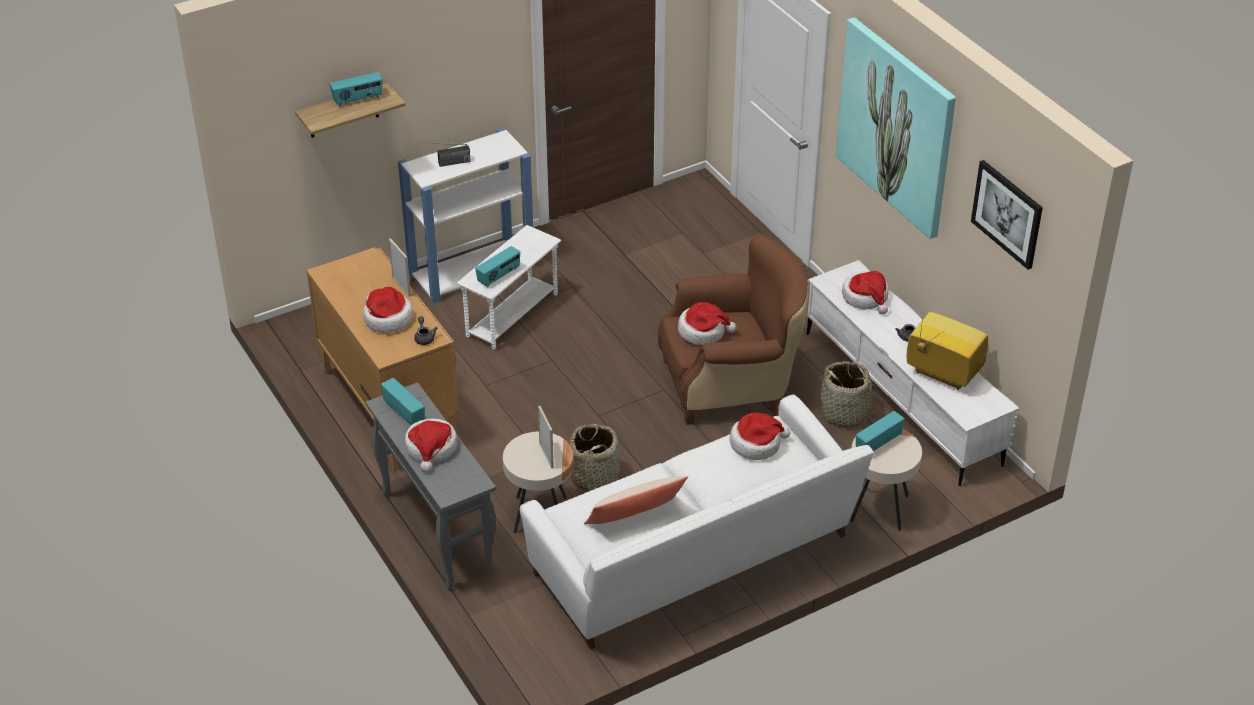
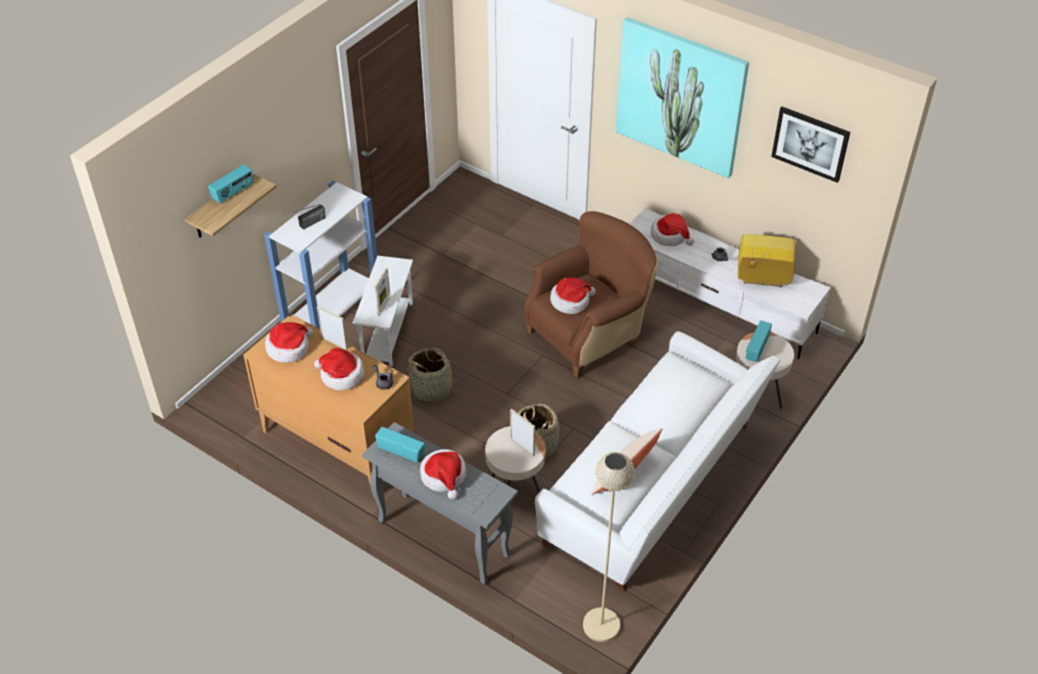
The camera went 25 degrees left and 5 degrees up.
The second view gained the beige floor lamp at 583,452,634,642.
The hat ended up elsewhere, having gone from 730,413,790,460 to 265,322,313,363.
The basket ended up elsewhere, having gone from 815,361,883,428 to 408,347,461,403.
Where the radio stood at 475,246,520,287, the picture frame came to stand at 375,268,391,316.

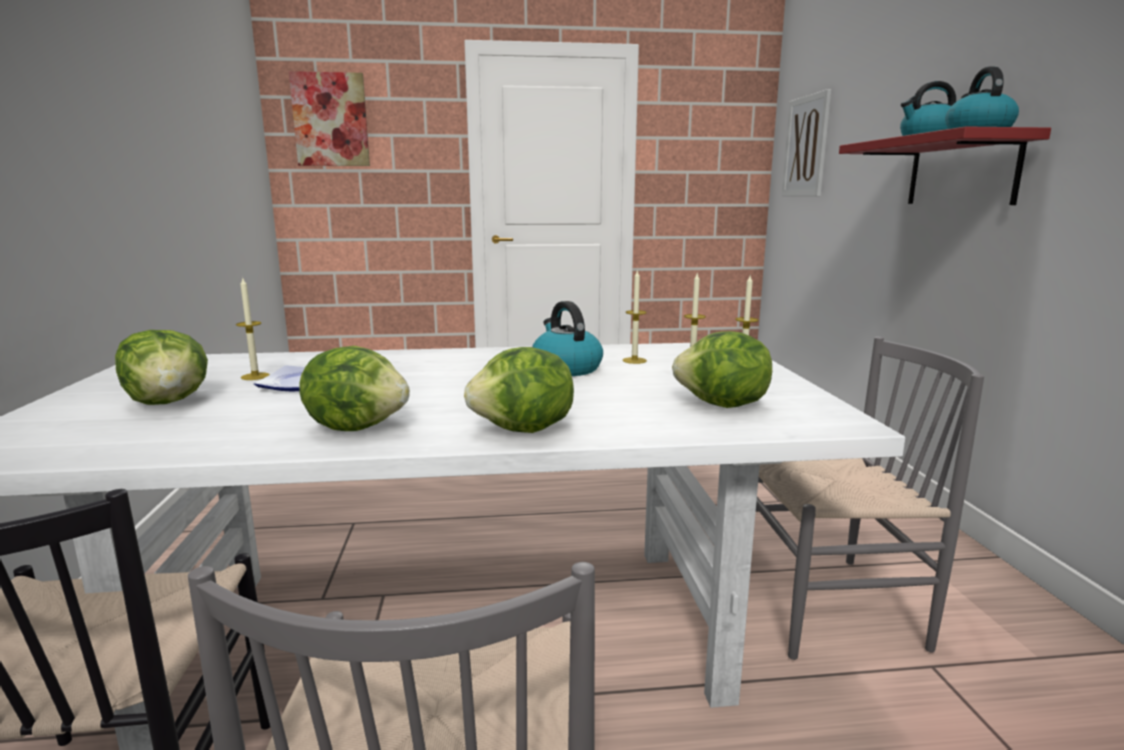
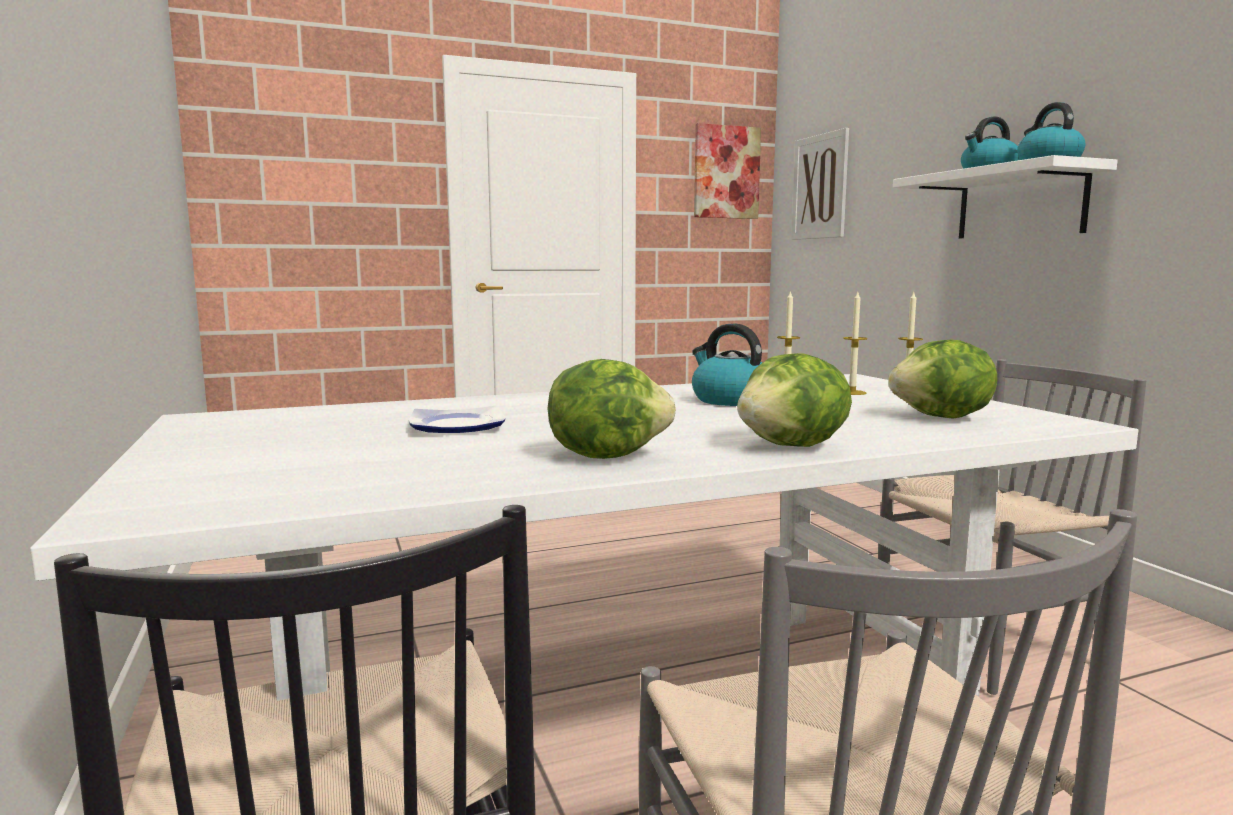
The camera went 15 degrees left and 5 degrees down.
The second view lost the lettuce at 115,330,208,405.
The second view lost the candle at 236,278,270,380.
The picture ended up elsewhere, having gone from 289,71,370,166 to 694,123,761,219.
What was the red shelf at 839,126,1051,205 turned into the white shelf at 893,155,1118,238.

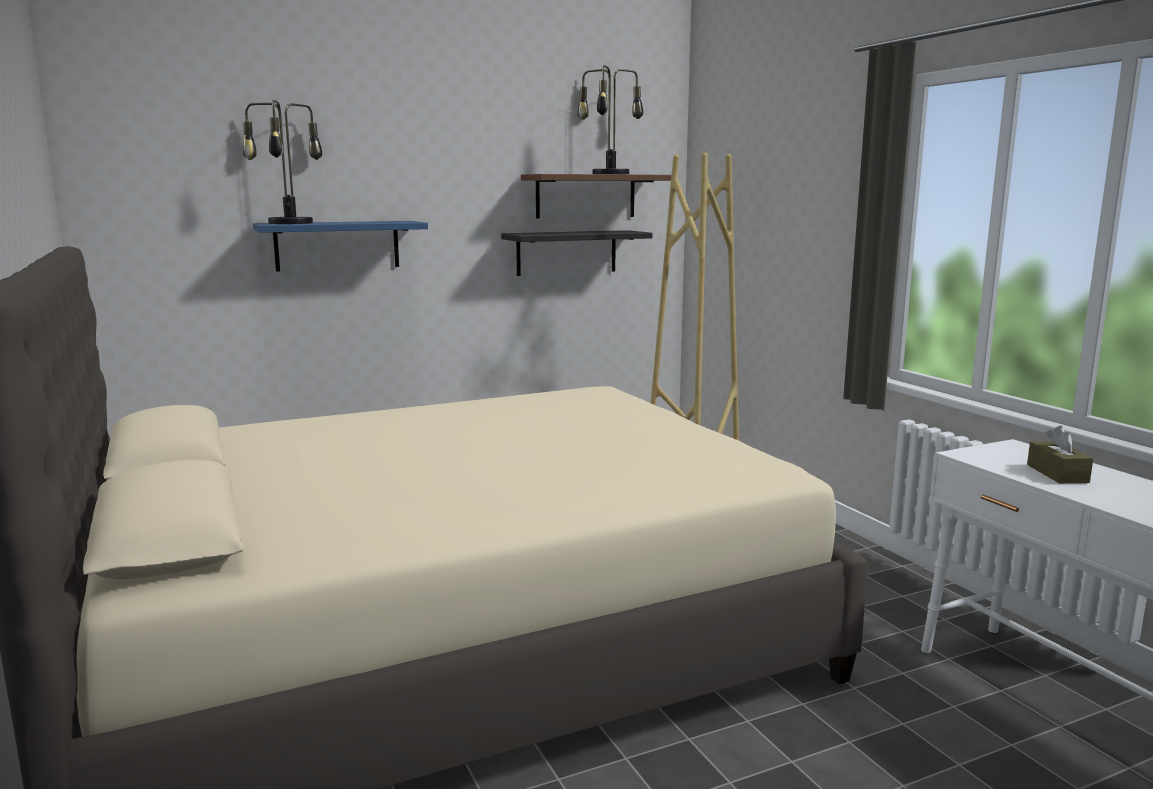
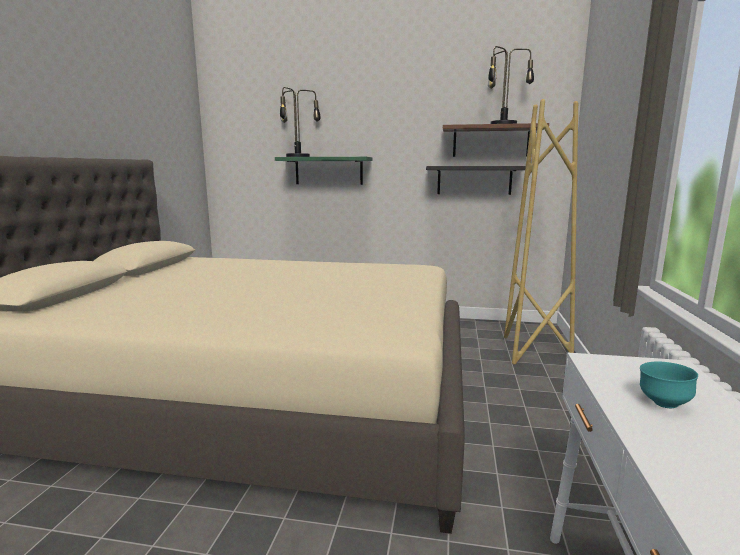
The camera went 35 degrees right and 0 degrees up.
Where the brown tissue box stood at 1027,426,1093,483, the turquoise bowl came to stand at 640,362,698,408.
What was the blue shelf at 253,221,428,272 turned into the green shelf at 275,157,372,185.

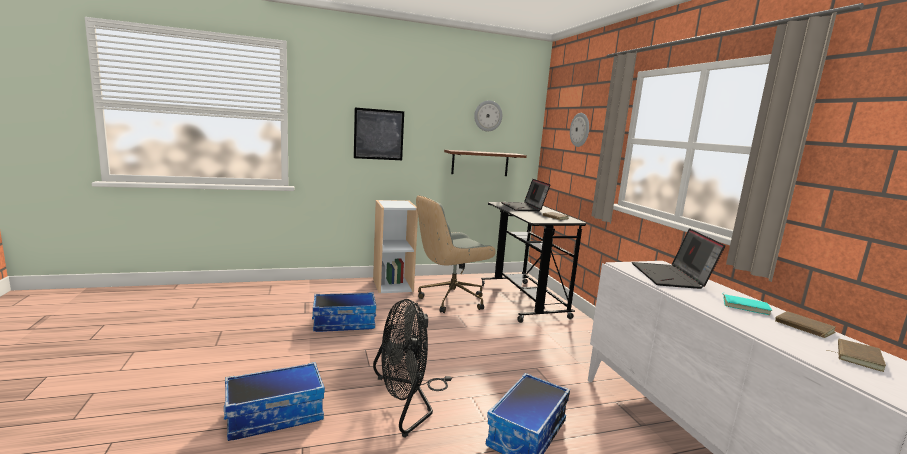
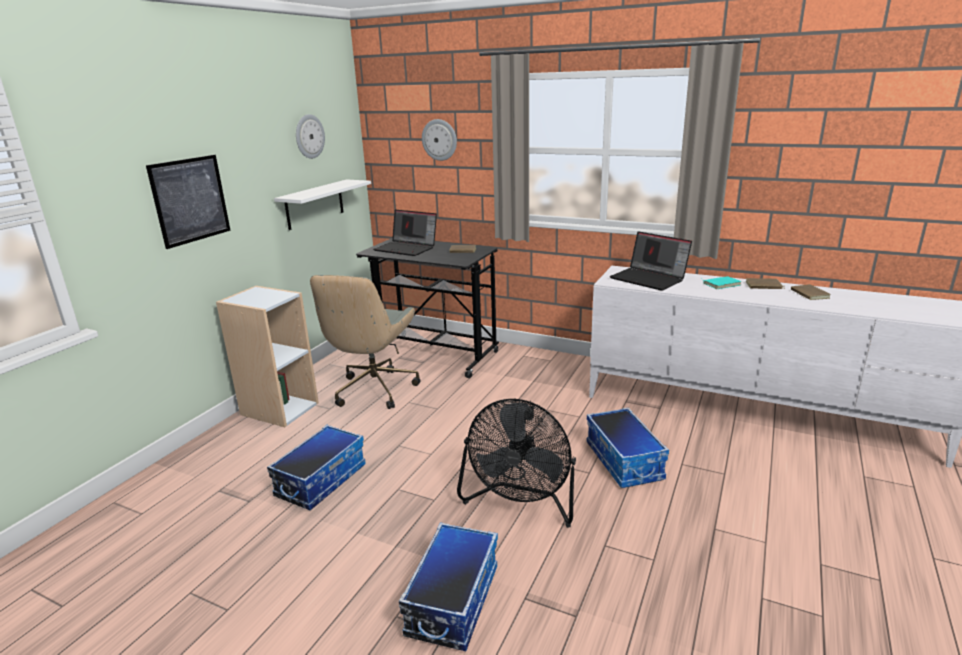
The camera went 45 degrees left and 10 degrees up.
What was the brown shelf at 444,150,527,176 turned into the white shelf at 274,179,371,230.

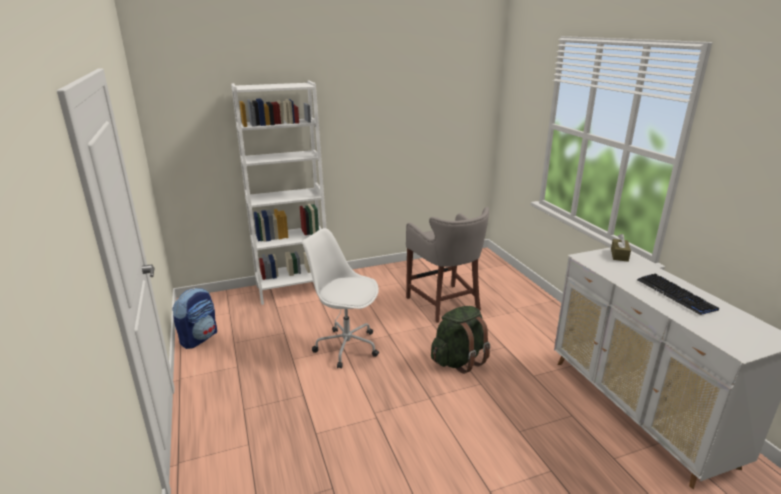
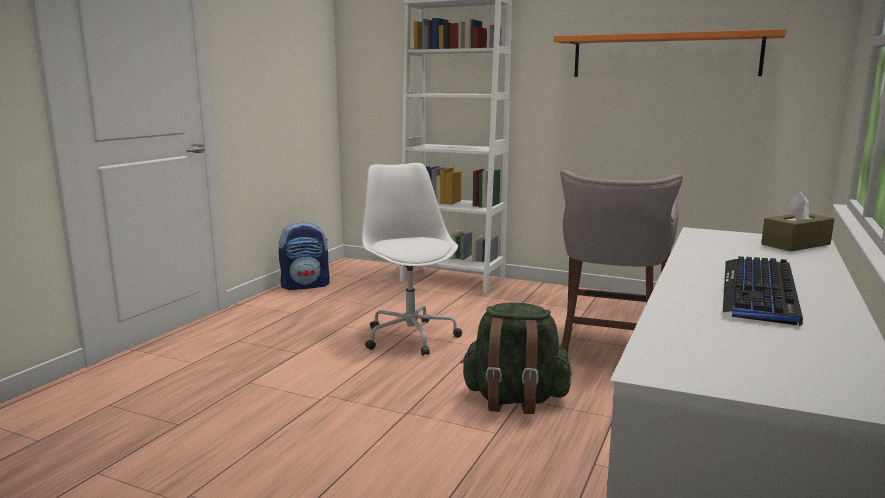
The camera went 45 degrees right and 10 degrees down.
The second view gained the orange shelf at 554,29,787,77.

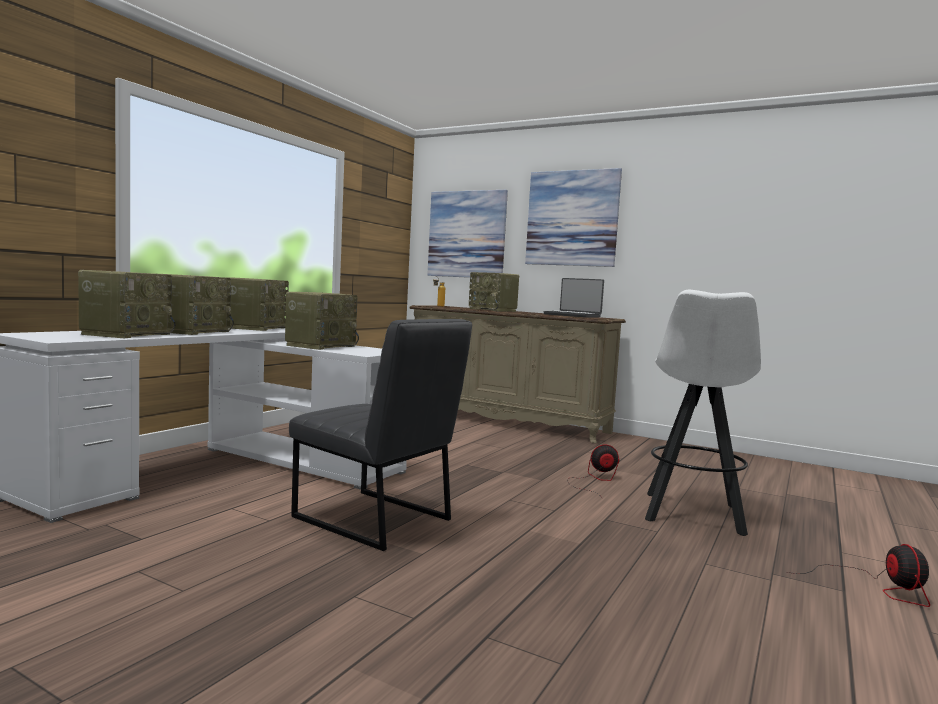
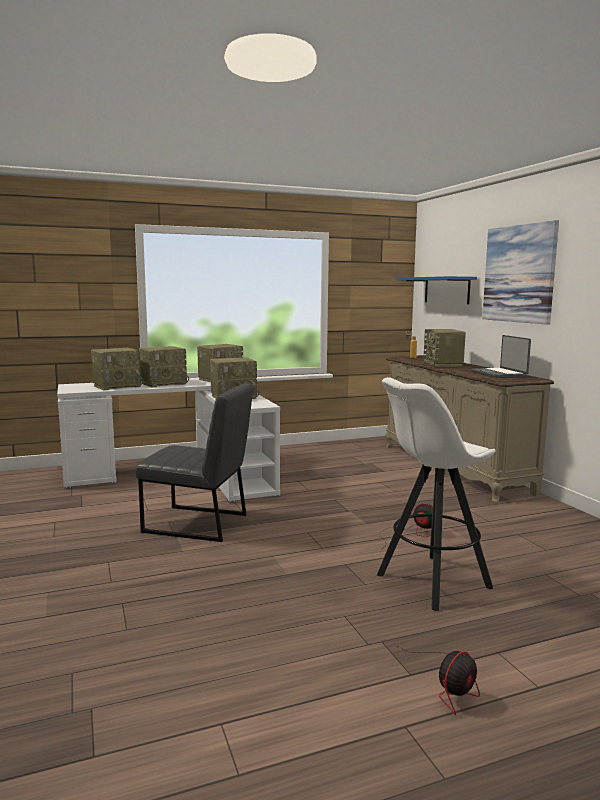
The camera went 40 degrees right and 5 degrees up.
Where the picture hung at 427,190,508,278, the blue shelf came to hang at 397,276,477,304.
The grey chair at 289,319,472,551 ended up facing another way, 60 degrees counterclockwise from before.

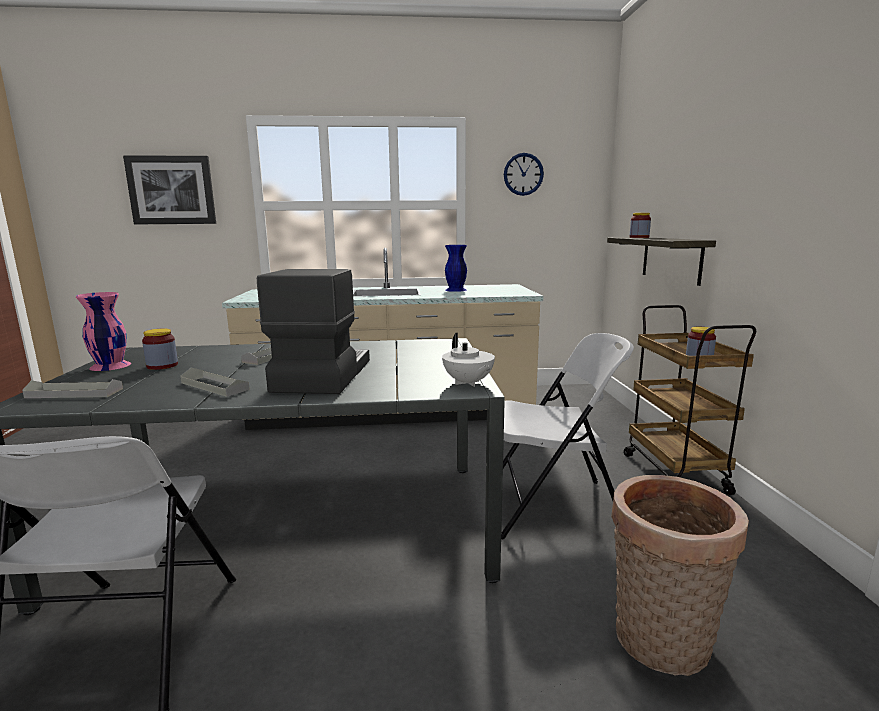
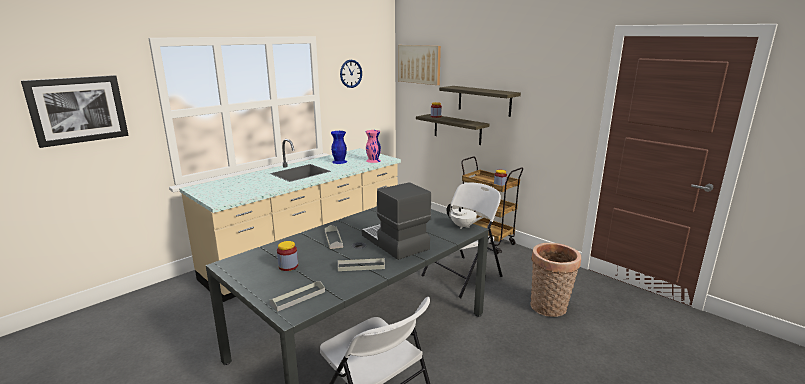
The camera went 40 degrees left and 5 degrees up.
The second view gained the picture at 398,45,441,85.
The second view gained the shelf at 439,86,521,117.
The pink vase ended up elsewhere, having gone from 76,292,131,371 to 366,130,381,163.

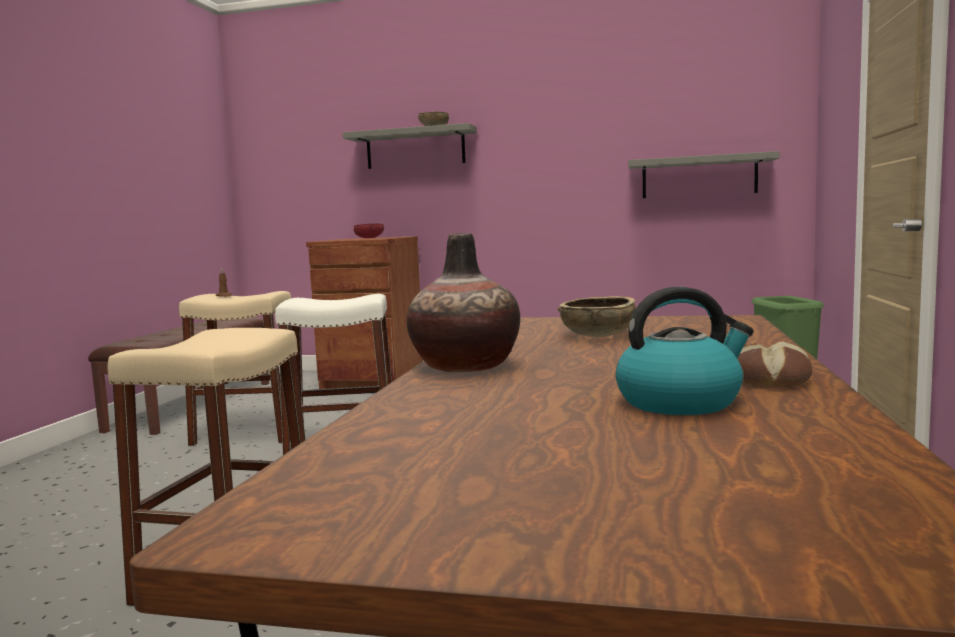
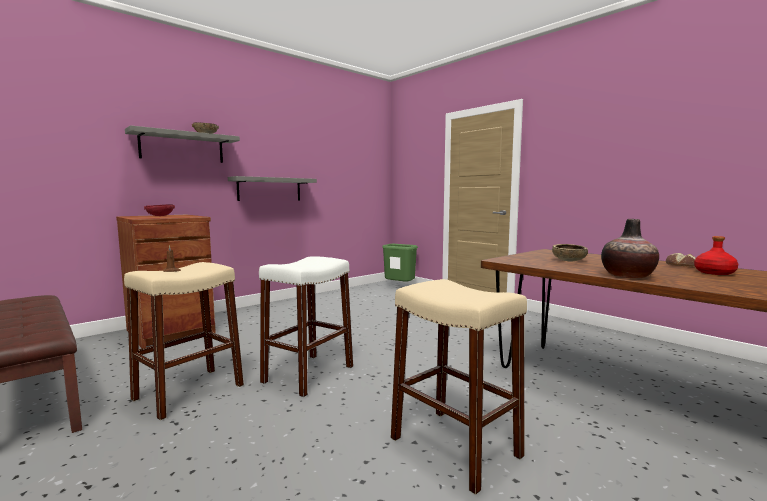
The camera went 55 degrees left and 0 degrees up.
The grey shelf ended up elsewhere, having gone from 628,151,780,198 to 228,176,317,201.
Where the kettle stood at 616,287,754,415, the red bottle came to stand at 694,236,738,275.

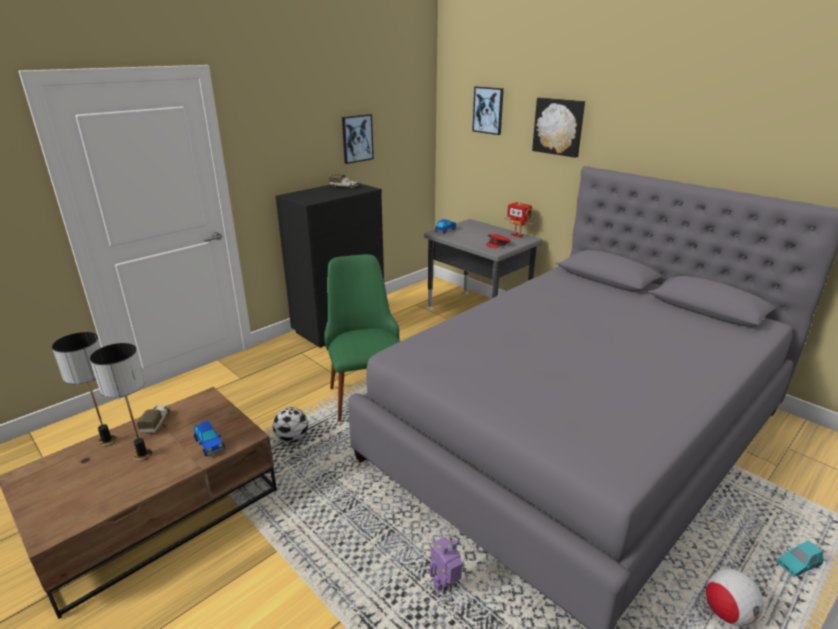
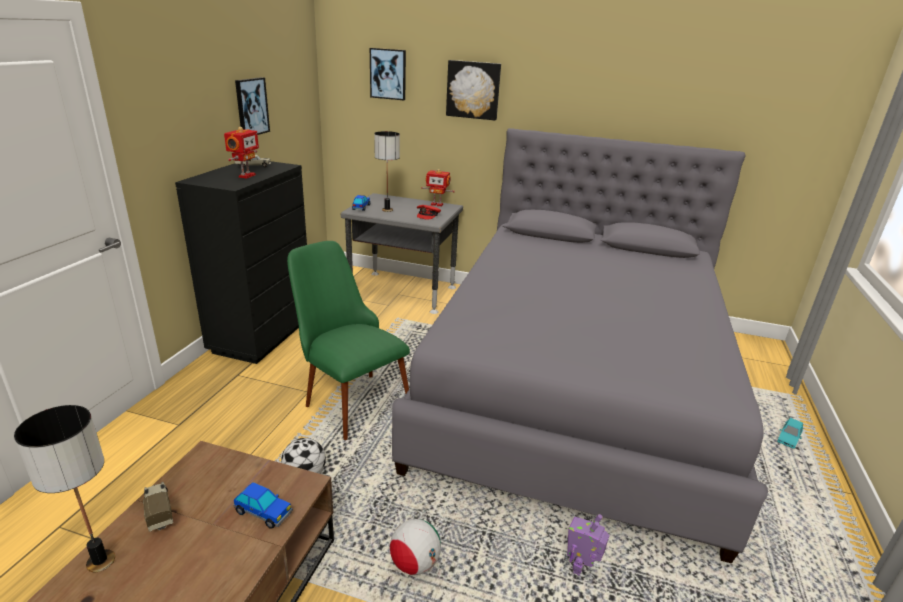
The camera went 30 degrees left and 0 degrees up.
The second view gained the toy robot at 224,127,259,178.
The table lamp ended up elsewhere, having gone from 90,343,152,461 to 374,131,400,212.
The football ended up elsewhere, having gone from 706,569,764,626 to 390,519,441,575.

